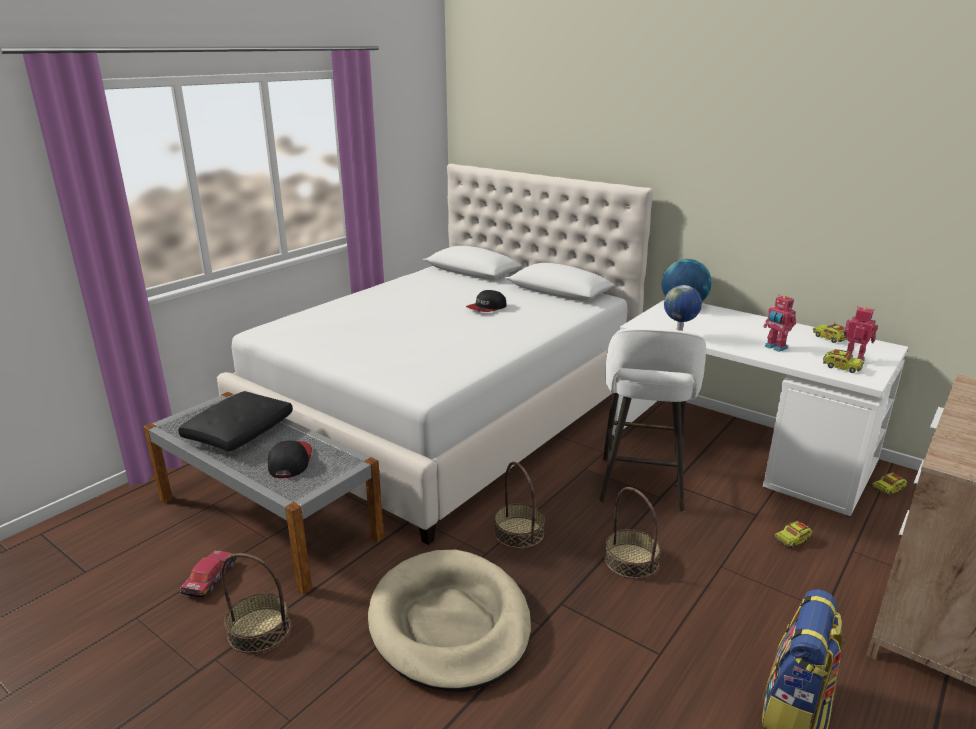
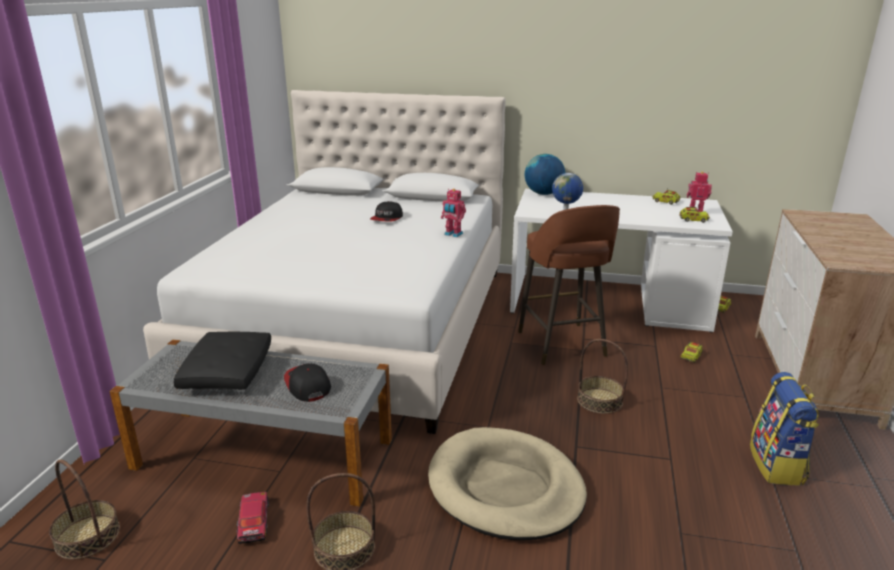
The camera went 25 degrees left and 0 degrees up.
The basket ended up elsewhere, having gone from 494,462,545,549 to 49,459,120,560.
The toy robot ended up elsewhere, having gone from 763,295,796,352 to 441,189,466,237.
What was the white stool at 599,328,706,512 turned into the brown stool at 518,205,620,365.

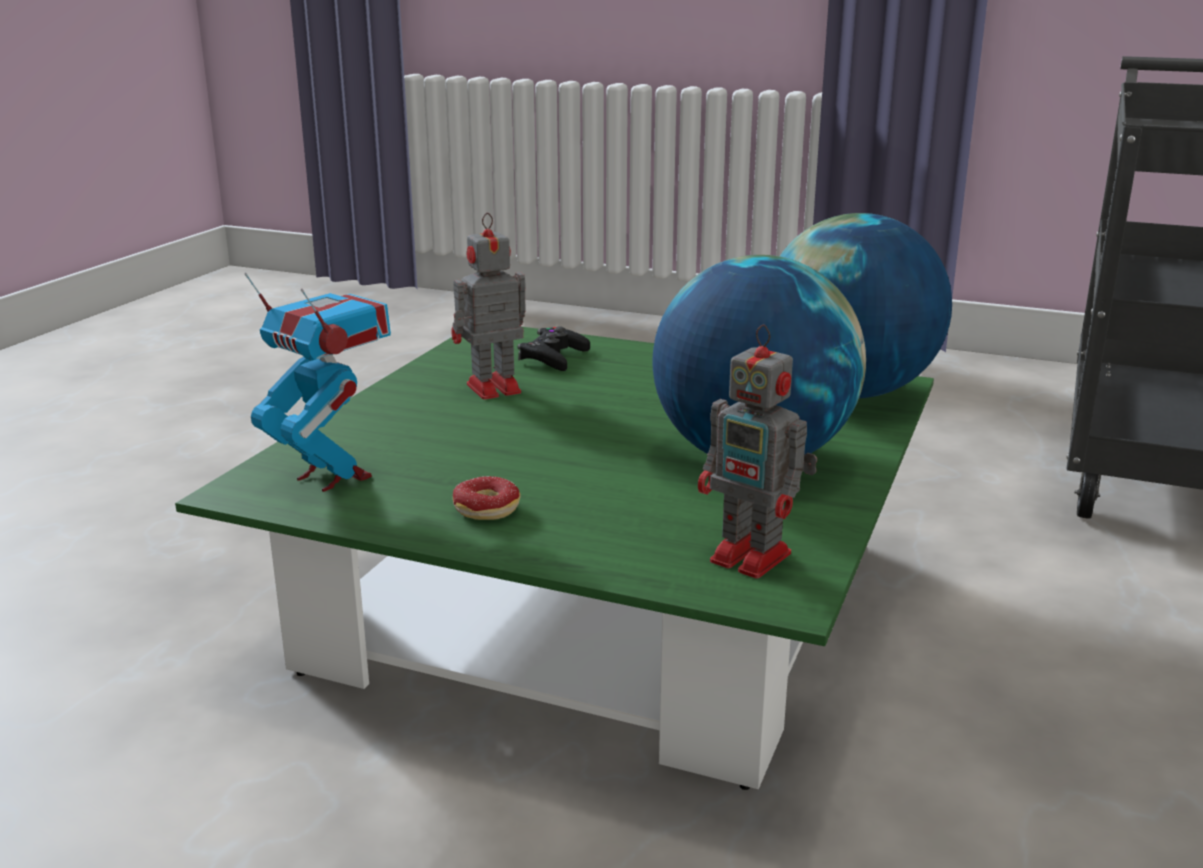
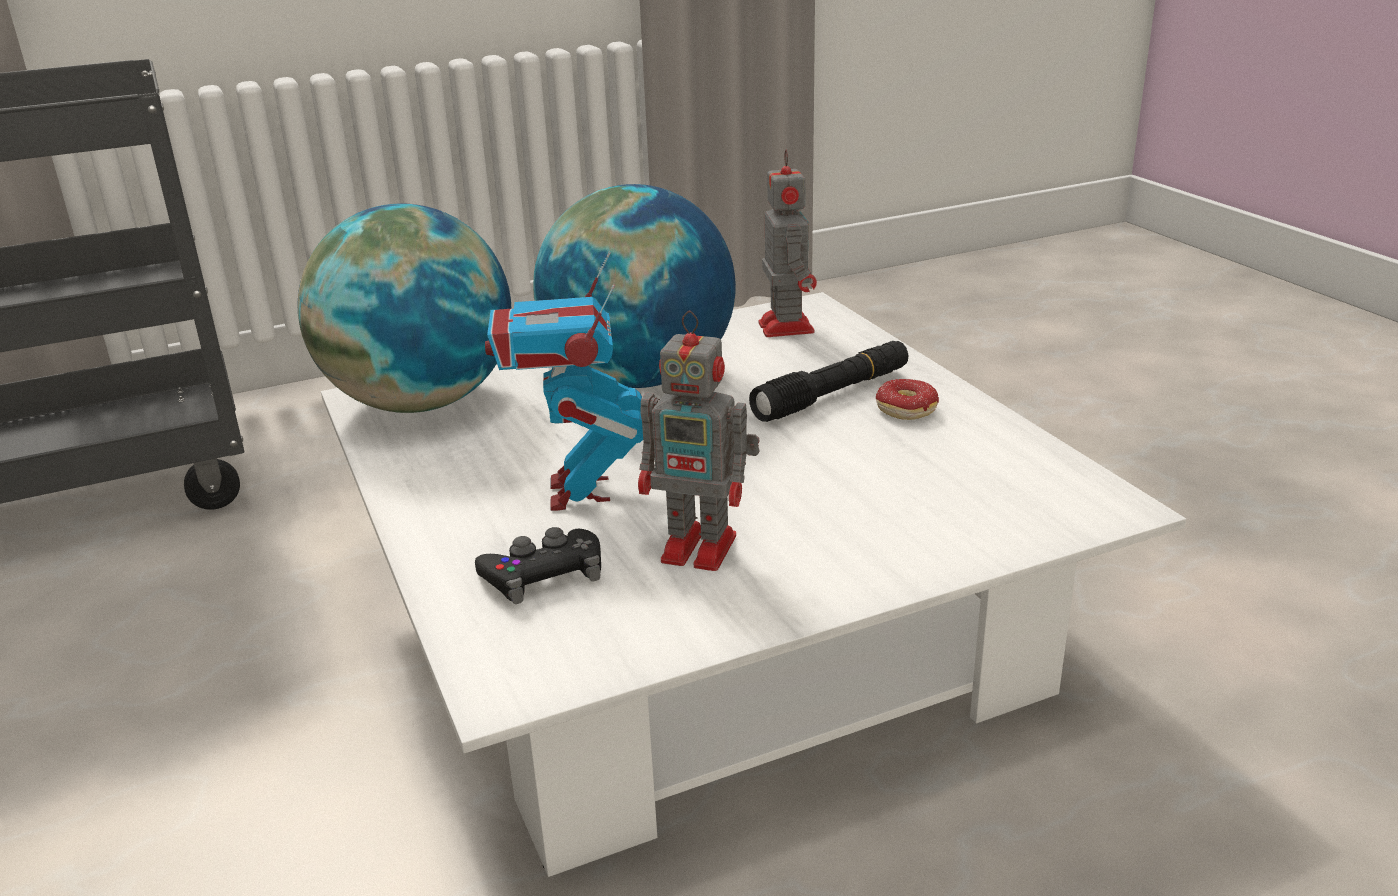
The camera went 135 degrees left and 5 degrees up.
The second view gained the black flashlight at 749,341,909,422.
The toy robot ended up elsewhere, having gone from 244,272,391,492 to 485,251,643,511.
What was the green coffee table at 175,327,934,790 turned into the white coffee table at 321,292,1186,877.

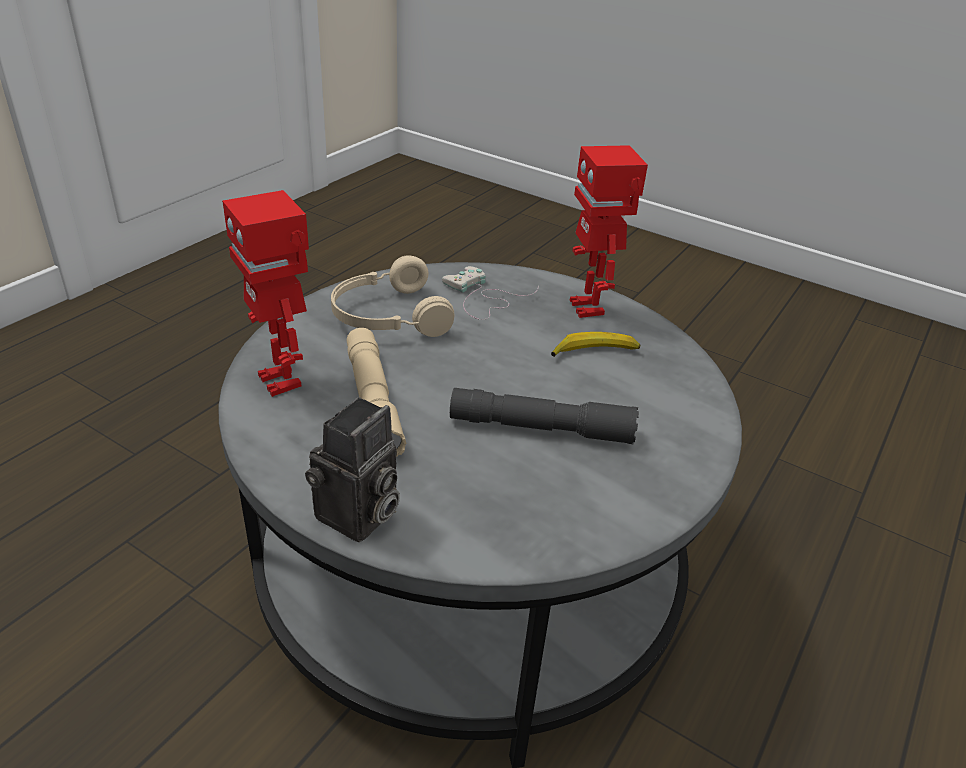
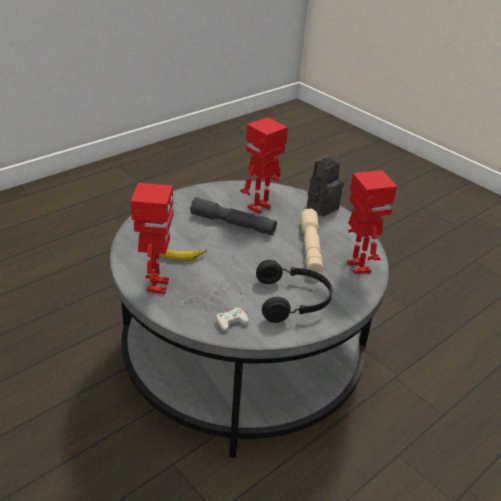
The camera went 165 degrees left and 0 degrees up.
The second view gained the toy robot at 240,117,288,213.
What was the beige headphones at 331,255,454,337 turned into the black headphones at 256,260,333,323.

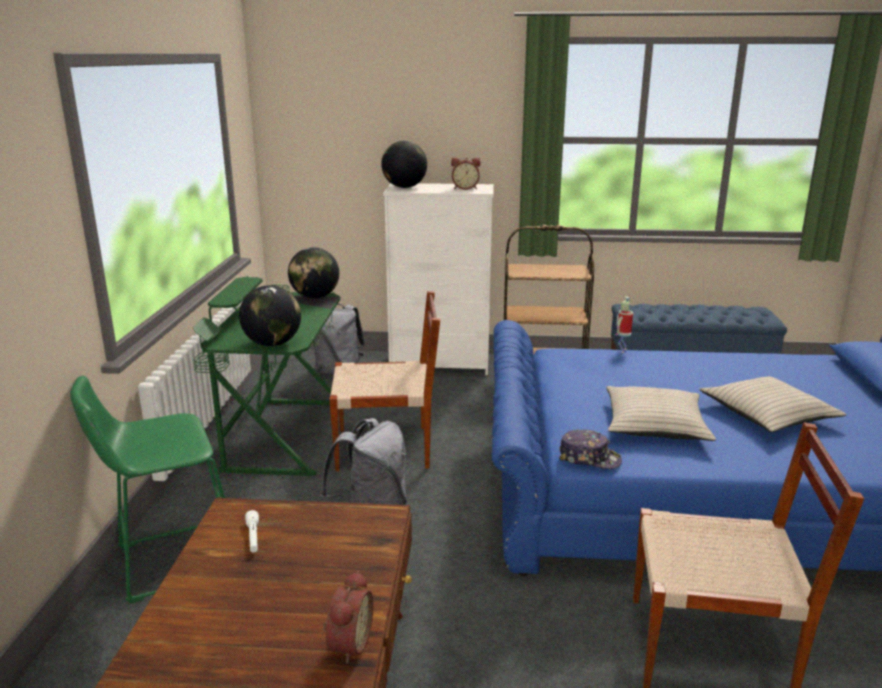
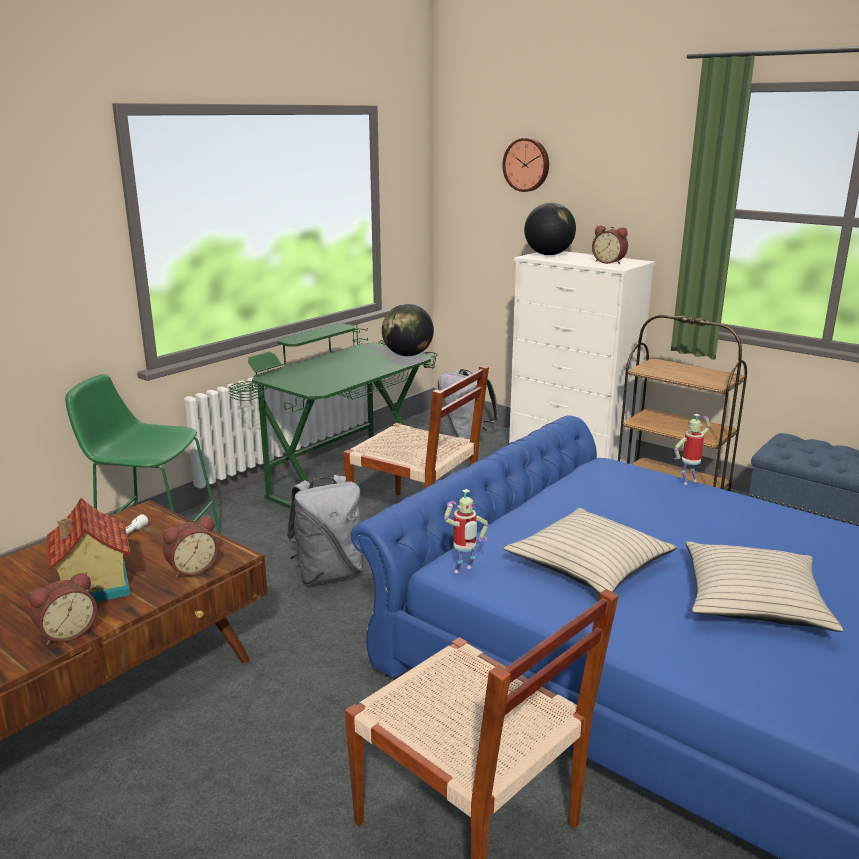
The camera went 35 degrees right and 0 degrees up.
The second view lost the globe at 239,285,301,346.
The second view gained the toy house at 47,498,131,602.
The second view gained the alarm clock at 163,516,219,578.
The second view gained the wall clock at 502,138,549,192.
Where the cap stood at 559,429,622,469, the toy robot came to stand at 444,489,489,573.

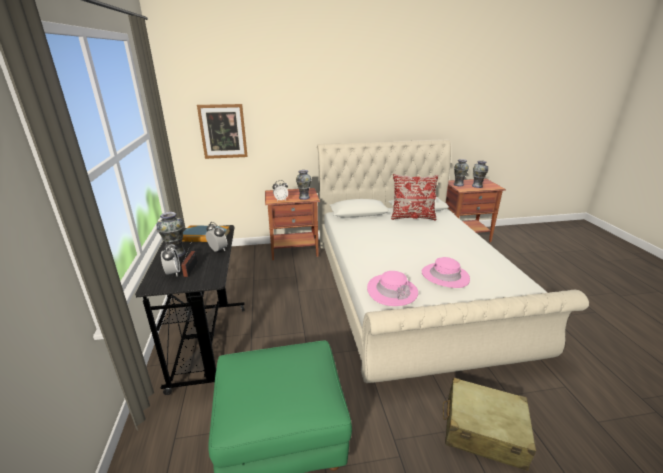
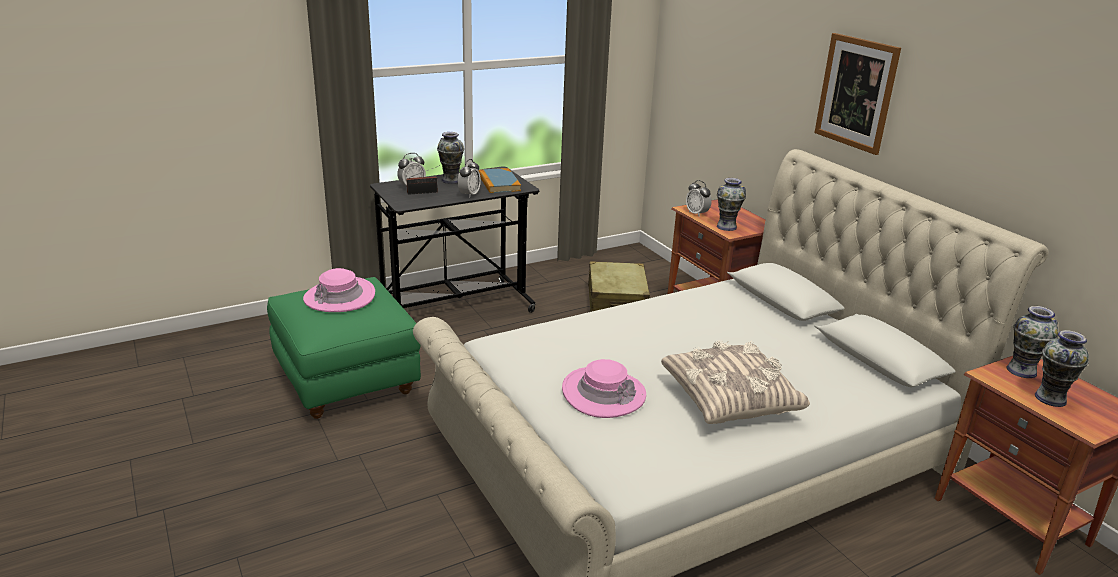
The camera went 70 degrees right and 0 degrees up.
The second view lost the red pillow at 391,174,438,221.
The second view gained the beige pillow at 661,340,810,424.
The picture ended up elsewhere, having gone from 197,104,248,159 to 814,33,901,155.
The pink hat ended up elsewhere, having gone from 367,271,418,306 to 303,268,375,312.
The beige suitcase ended up elsewhere, having gone from 443,377,536,471 to 588,261,650,312.

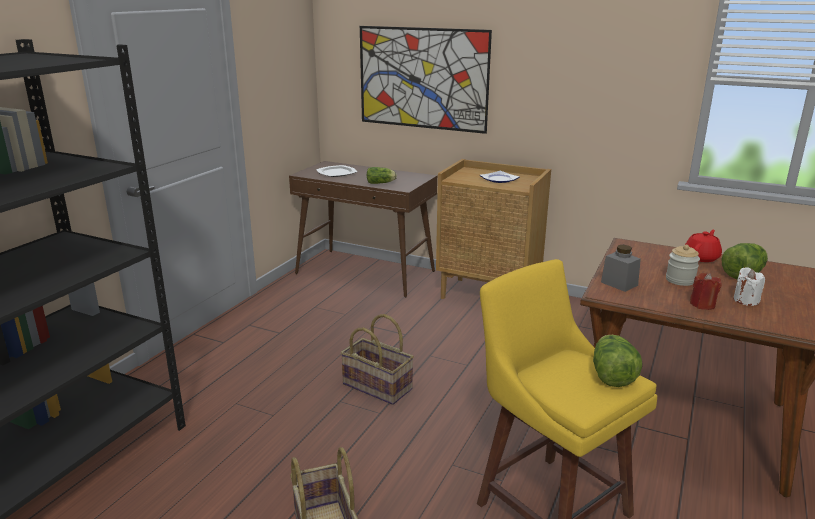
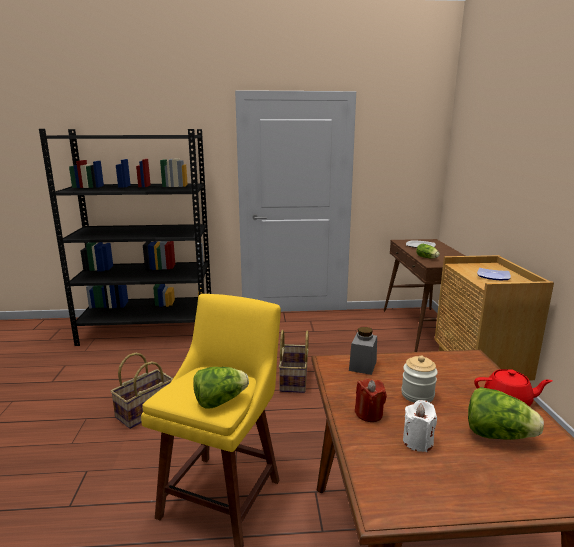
The camera went 60 degrees right and 5 degrees down.
The second view lost the picture at 360,26,492,134.

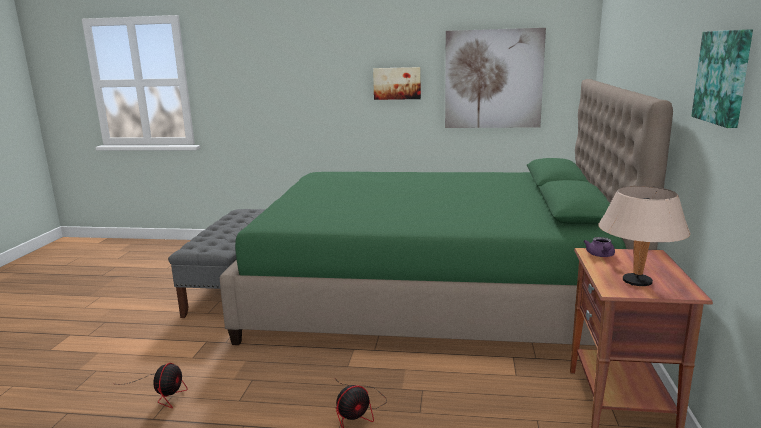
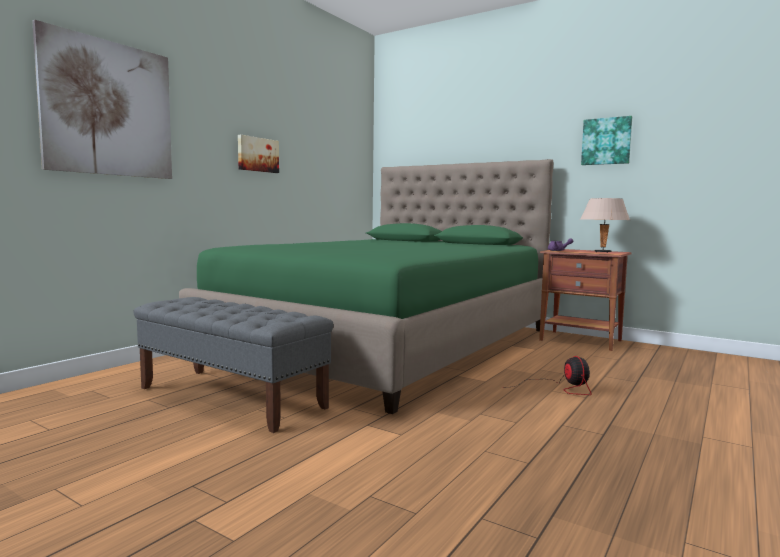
The camera went 65 degrees left and 10 degrees down.
The second view lost the fan at 120,363,188,408.
The picture ended up elsewhere, having gone from 445,28,546,128 to 32,20,172,179.

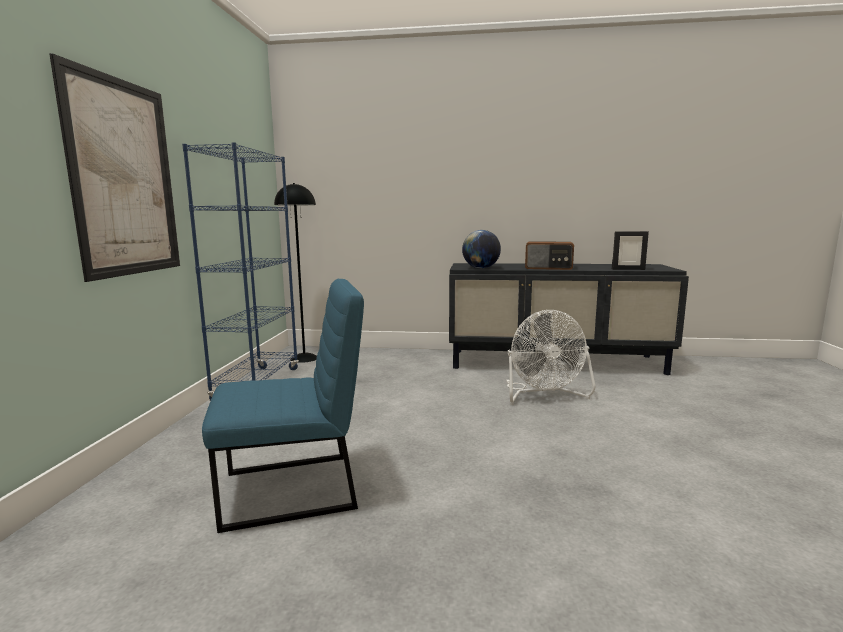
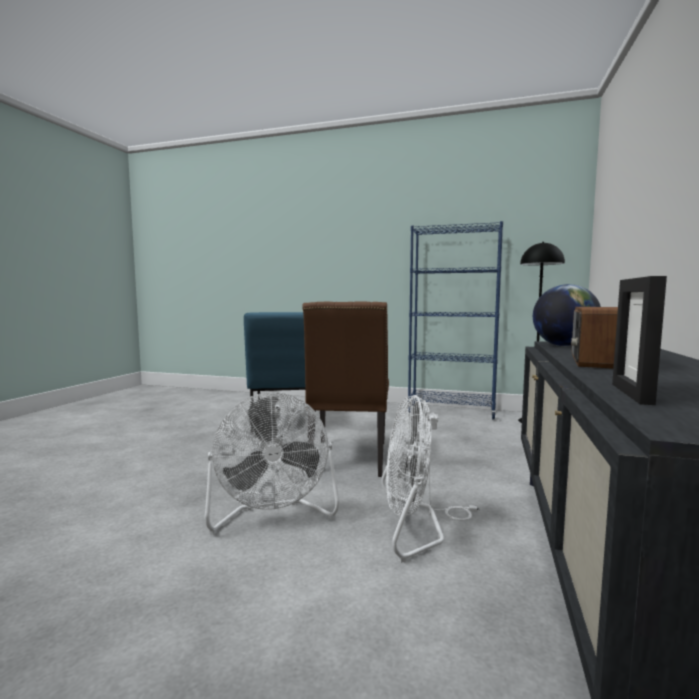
The camera went 100 degrees right and 5 degrees down.
The second view lost the picture at 49,53,180,282.
The second view gained the white fan at 205,392,339,535.
The second view gained the brown chair at 302,302,389,477.

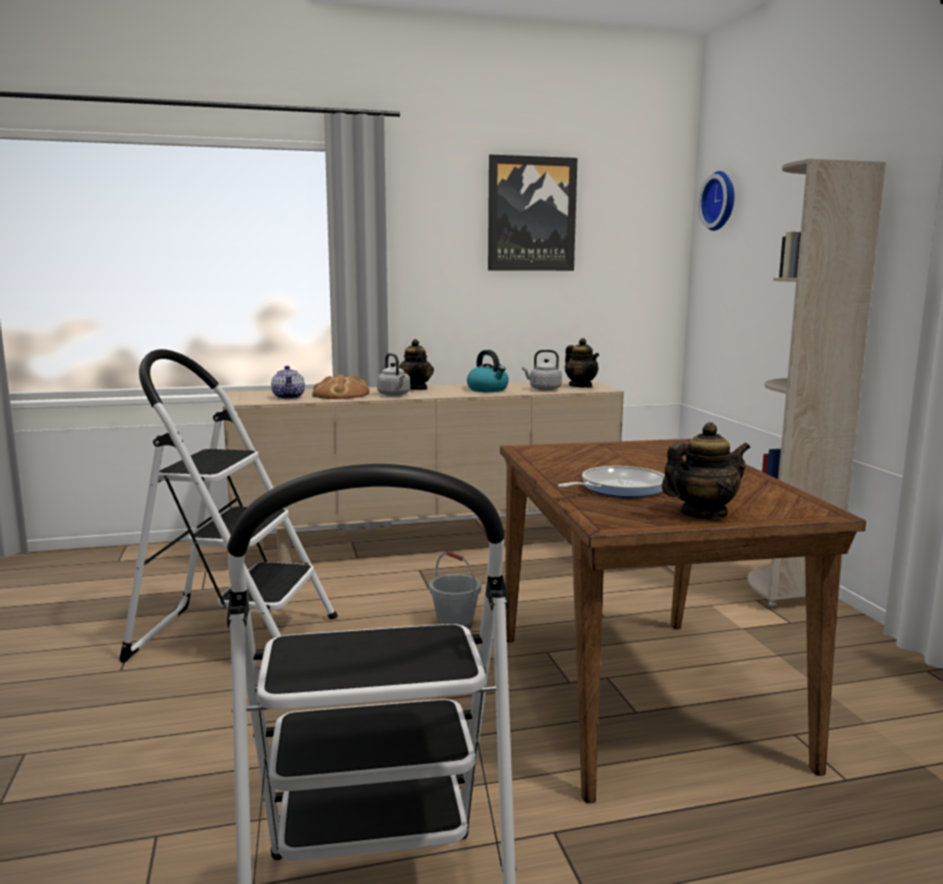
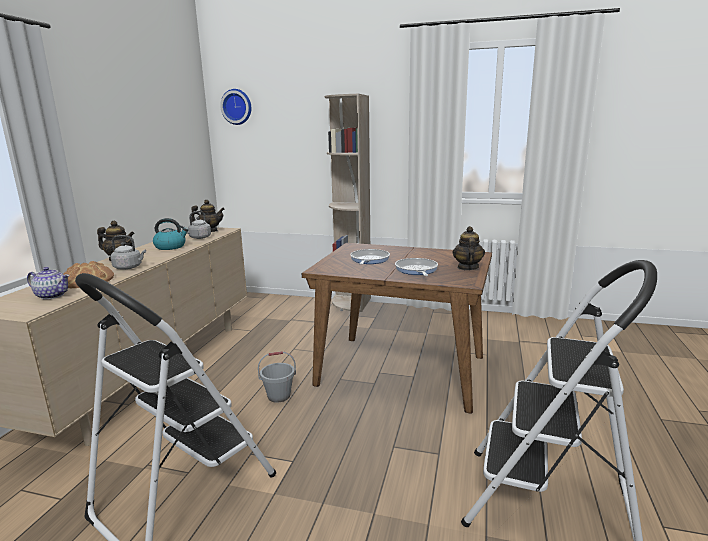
The camera went 60 degrees left and 5 degrees up.
The second view lost the picture at 488,154,578,271.
The second view gained the frying pan at 350,249,390,265.

